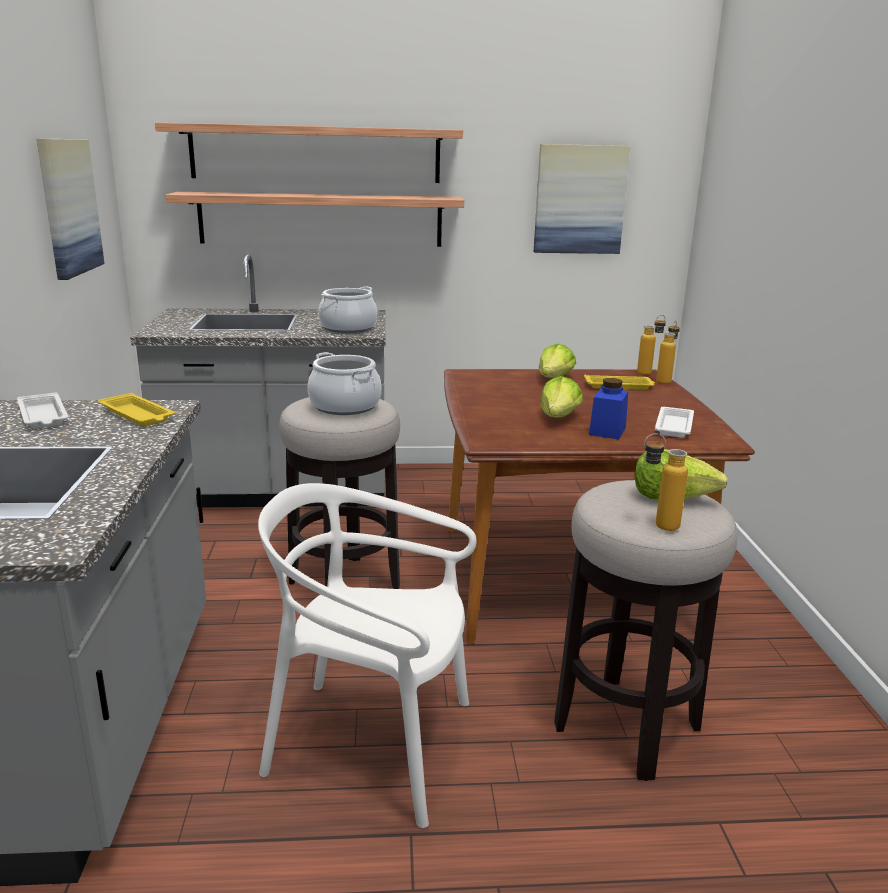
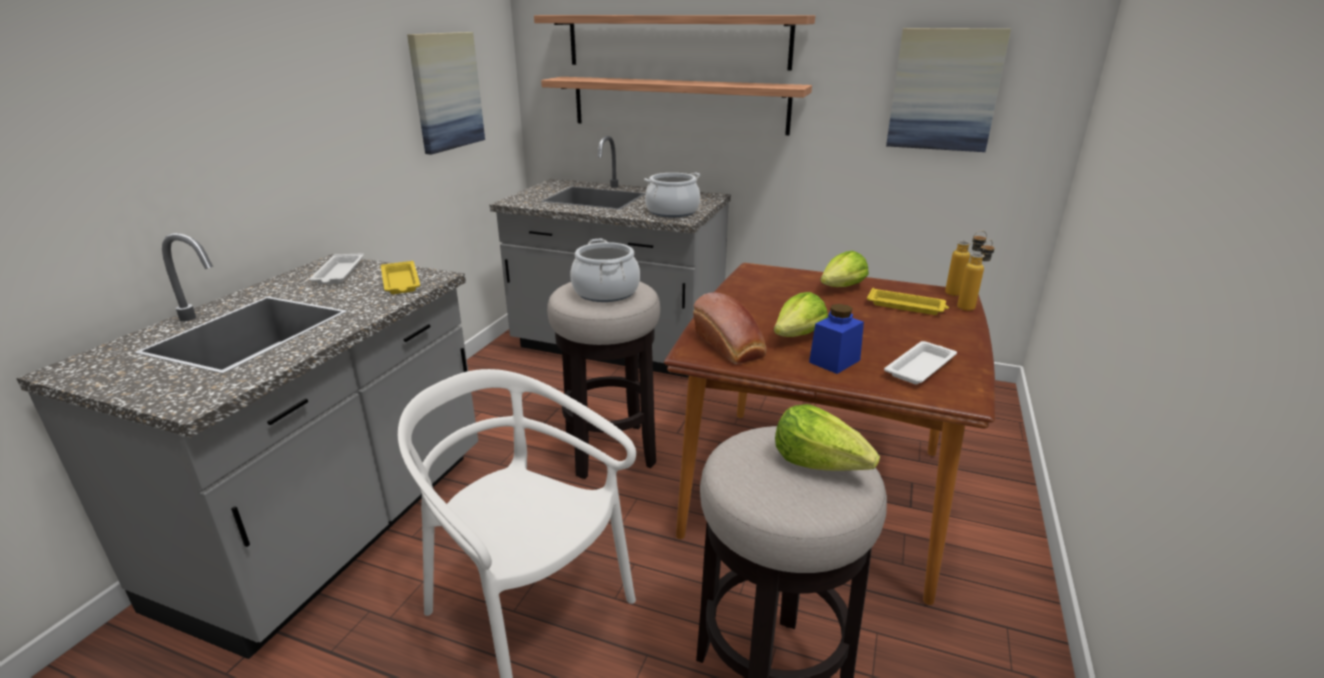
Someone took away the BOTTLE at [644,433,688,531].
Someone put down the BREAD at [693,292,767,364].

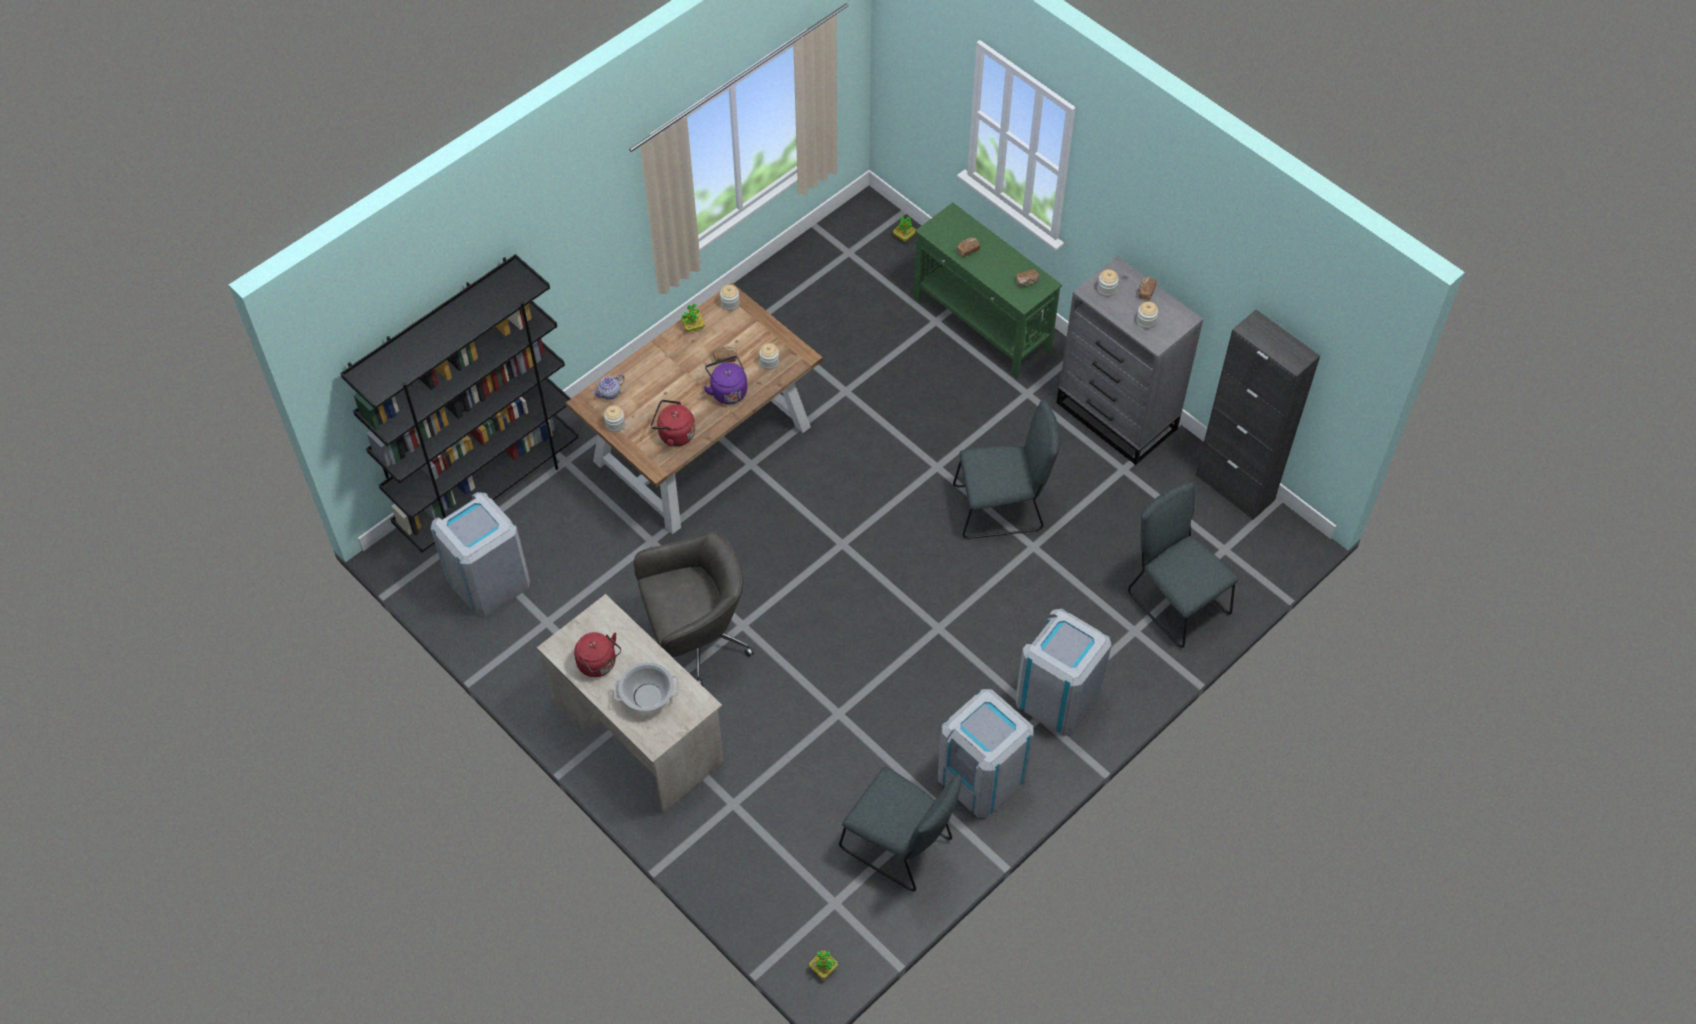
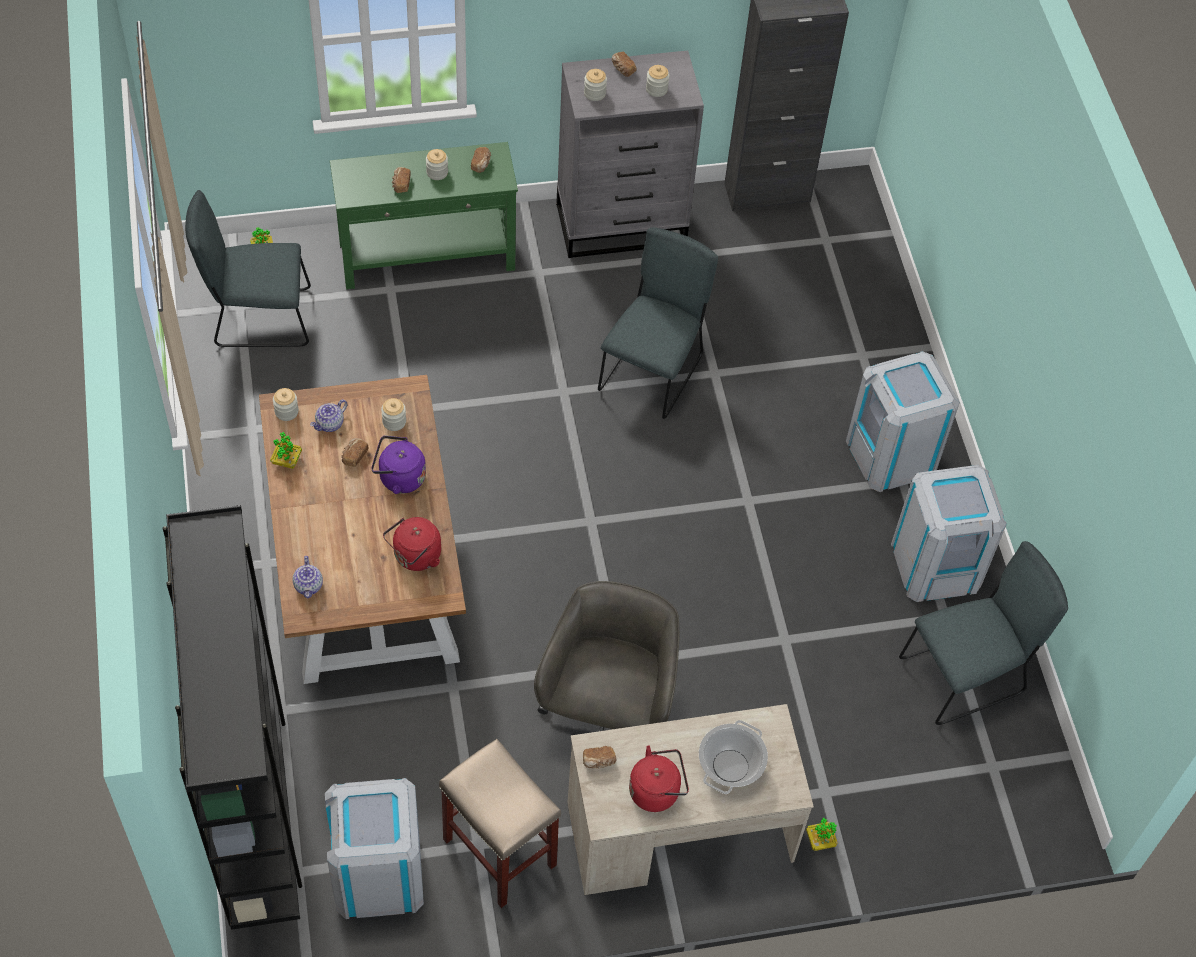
Someone put down the TEAPOT at [310,399,347,432].
Someone put down the BEIGE STOOL at [439,739,561,908].
Someone put down the BREAD at [583,746,616,769].
Someone carried the JAR from [604,405,625,432] to [426,149,448,180].
Someone carried the POTTED PLANT from [809,950,838,979] to [806,818,838,851].
Someone carried the GREY CHAIR from [1128,482,1239,648] to [185,190,311,347].

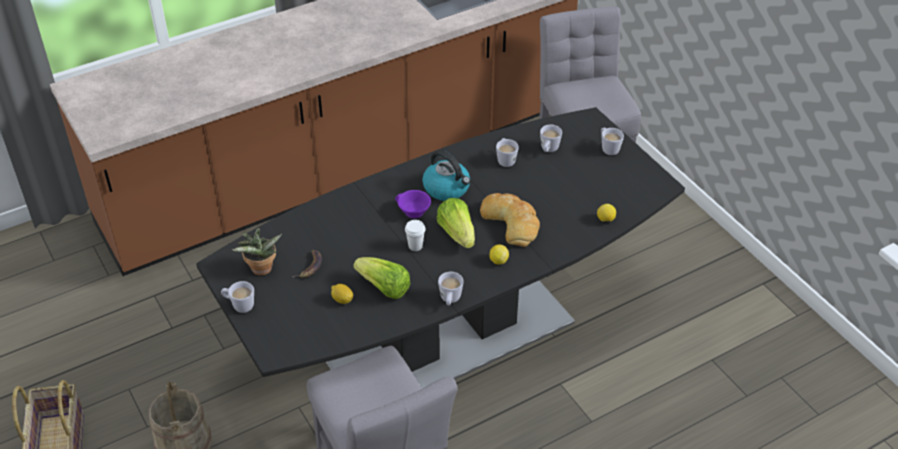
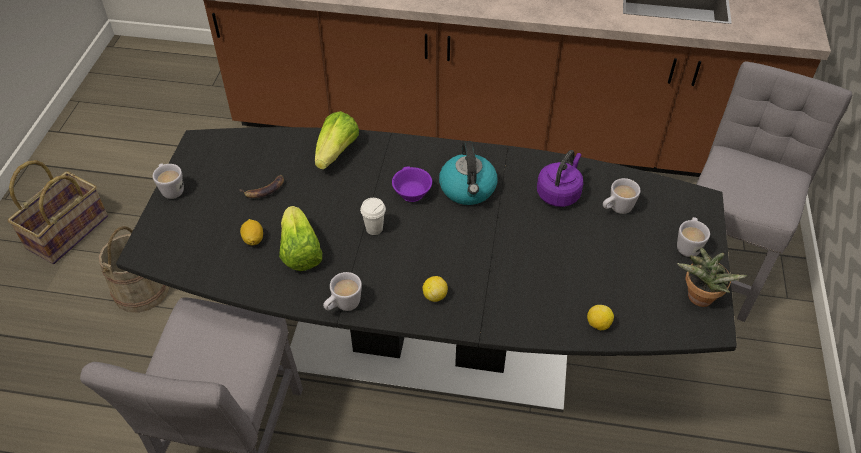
Someone took away the BREAD at [480,193,540,247].
Someone carried the POTTED PLANT from [232,228,282,276] to [677,248,748,307].
Someone carried the LETTUCE from [437,198,475,248] to [315,111,359,170].
Someone swapped the WHITE MUG at [496,138,519,167] for the PURPLE KETTLE at [537,150,583,207].

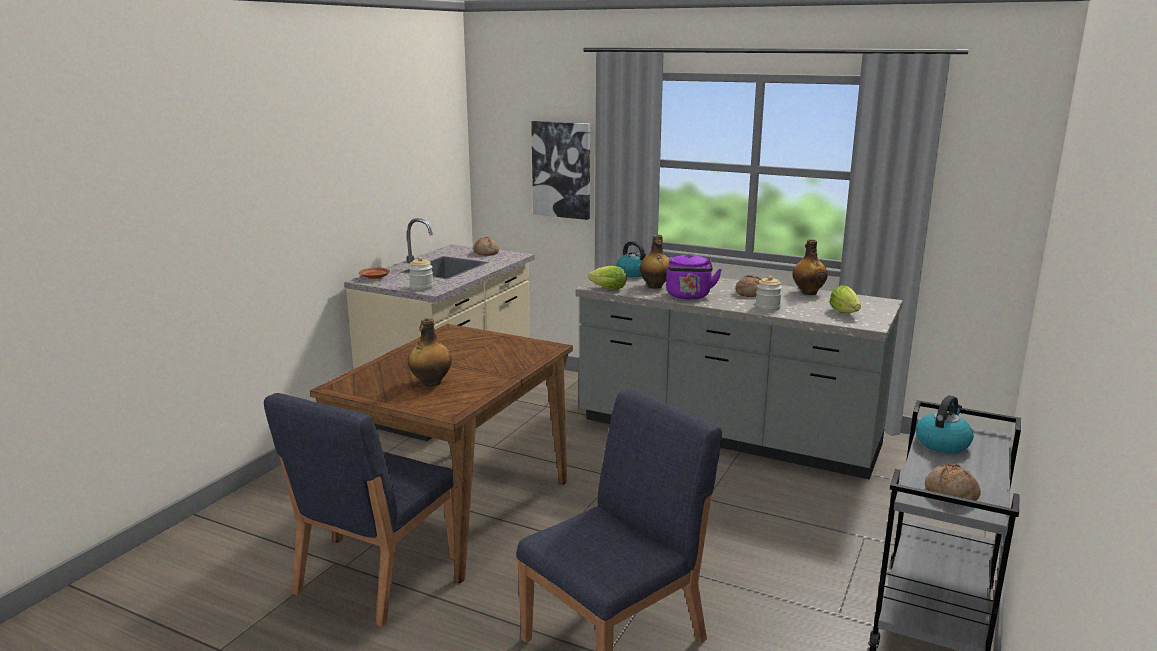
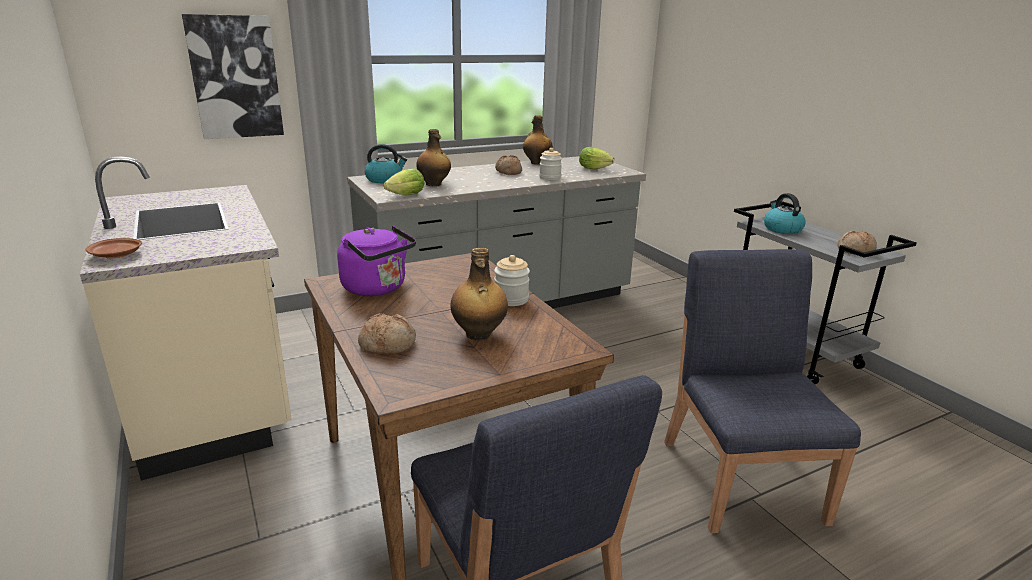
Someone carried the JAR from [409,257,433,290] to [494,255,530,306].
Someone carried the BREAD from [473,237,499,256] to [358,313,416,354].
Someone carried the PURPLE KETTLE from [666,253,722,300] to [337,226,416,296].

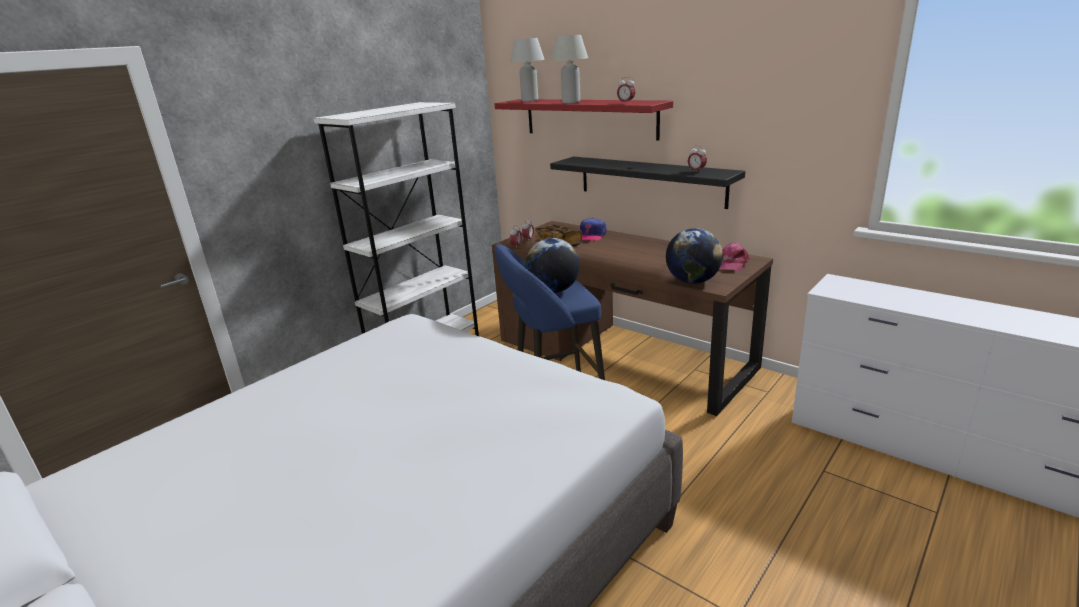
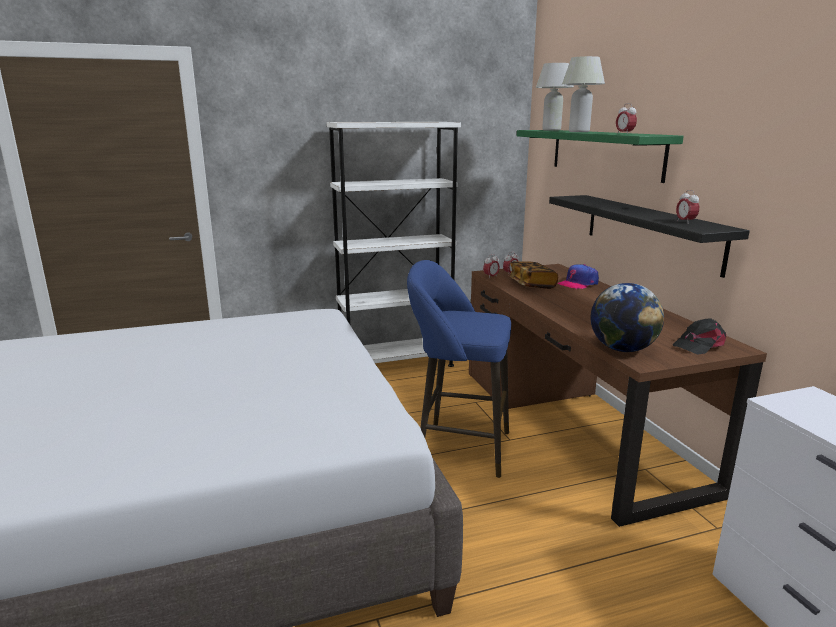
Someone took away the GLOBE at [525,238,580,293].
Someone repainted the RED SHELF at [494,99,673,140], which became the GREEN SHELF at [517,130,684,183].
Someone repainted the PINK CAP at [720,242,750,271], which became the BLACK CAP at [673,318,726,355].

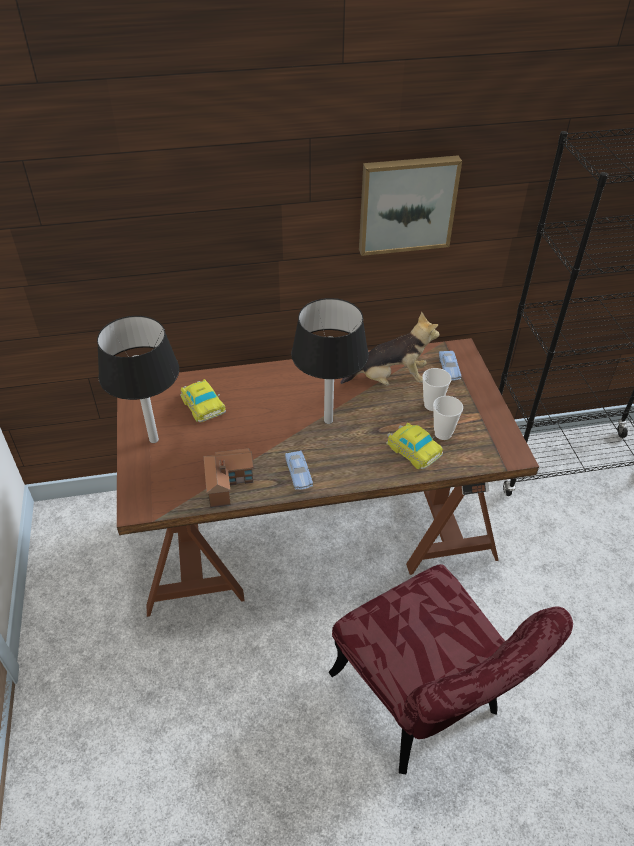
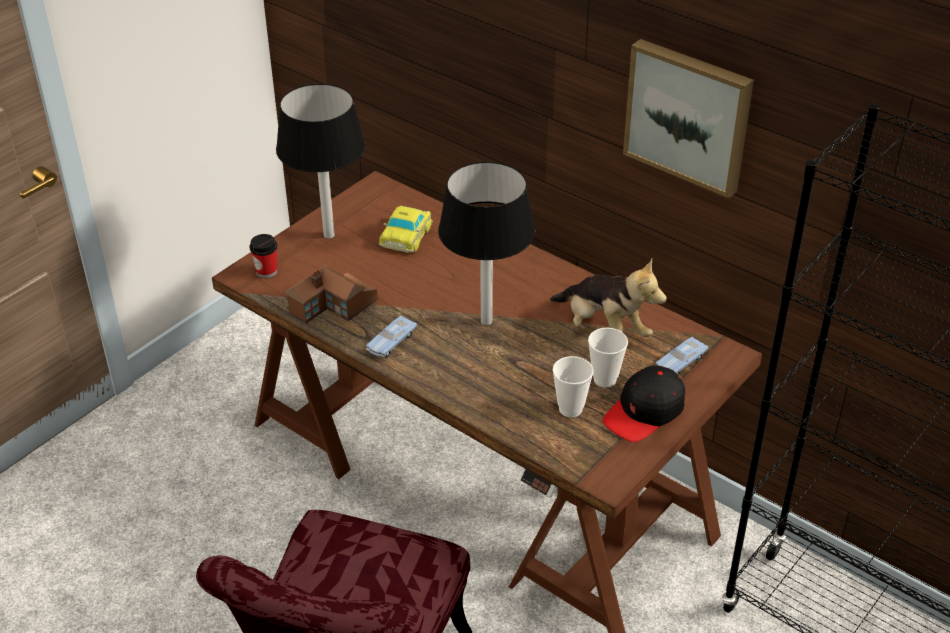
Someone took away the TOY CAR at [386,423,443,469].
Someone put down the CUP at [249,234,277,278].
Someone put down the BLACK CAP at [603,365,685,442].

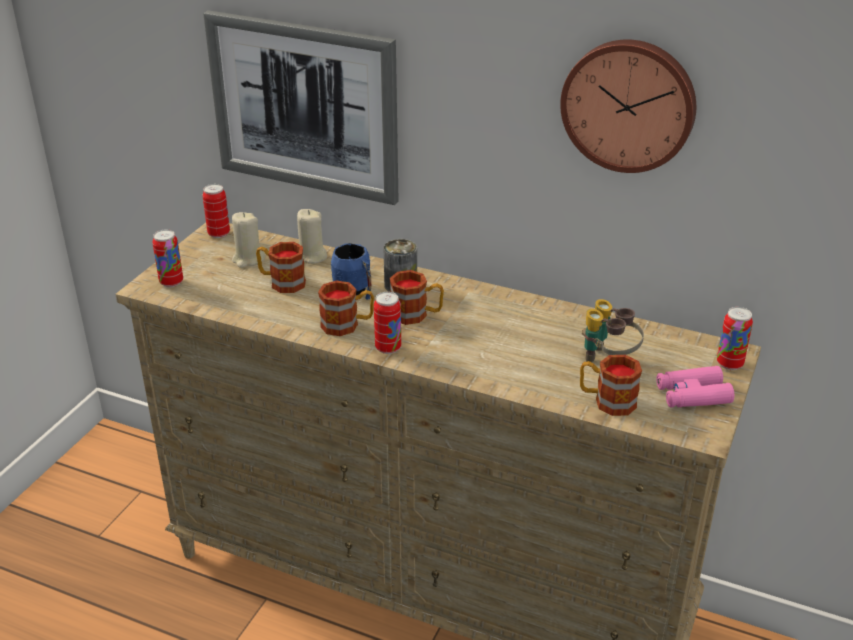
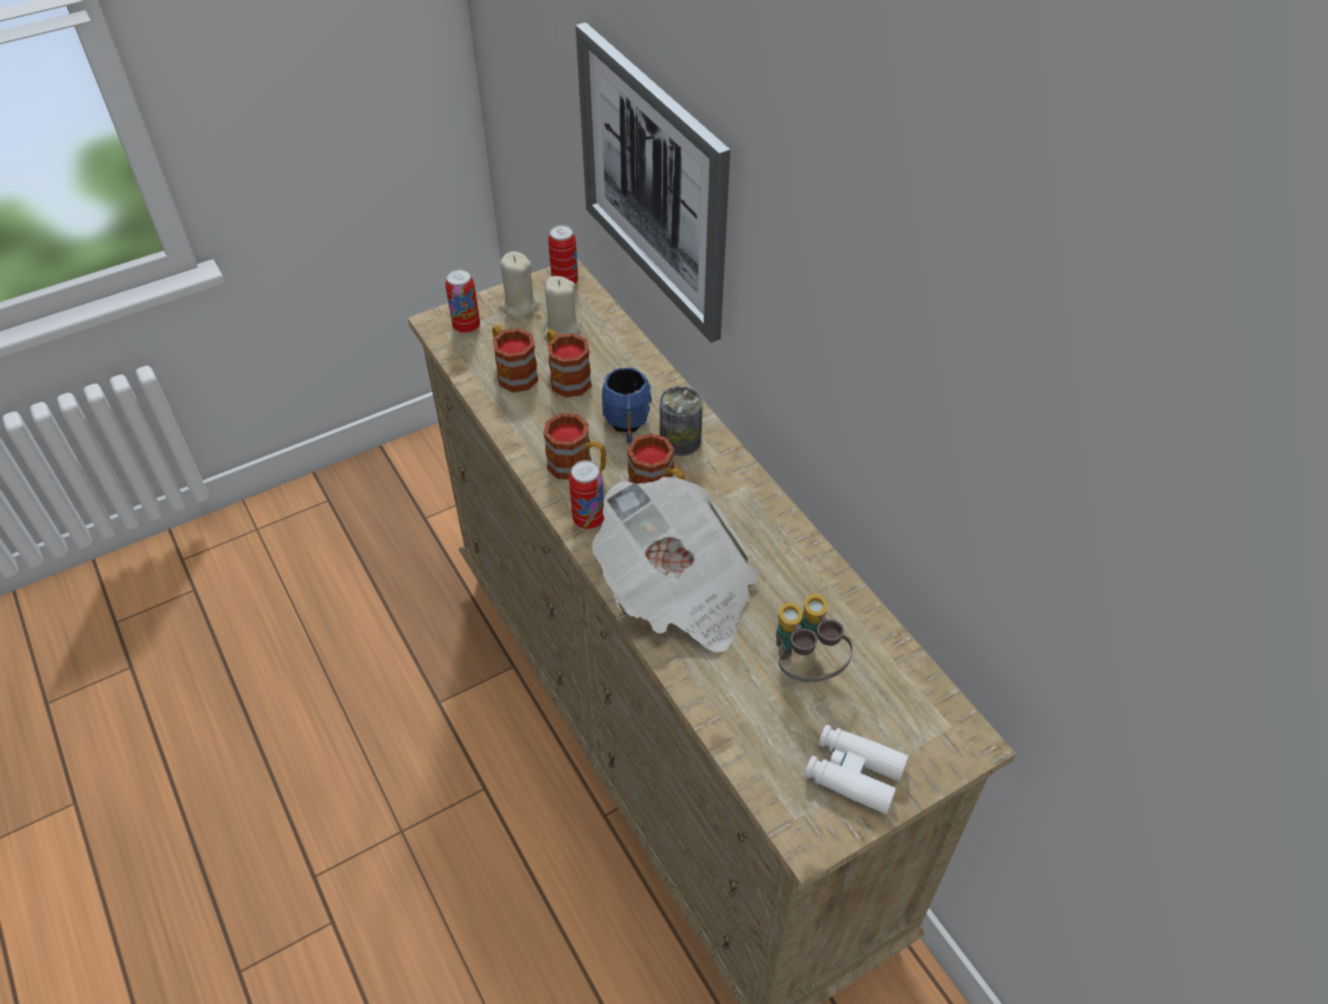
Someone took away the WALL CLOCK at [560,39,696,173].
Someone took away the CAN at [717,307,753,370].
Someone put down the NEWSPAPER at [592,477,759,652].
Someone carried the BEIGE CANDLE from [297,209,327,264] to [499,251,539,317].
Someone carried the MUG from [580,355,642,416] to [492,325,539,392].
Someone repainted the PINK BINOCULARS at [656,366,734,408], which became the WHITE BINOCULARS at [804,725,909,814].

